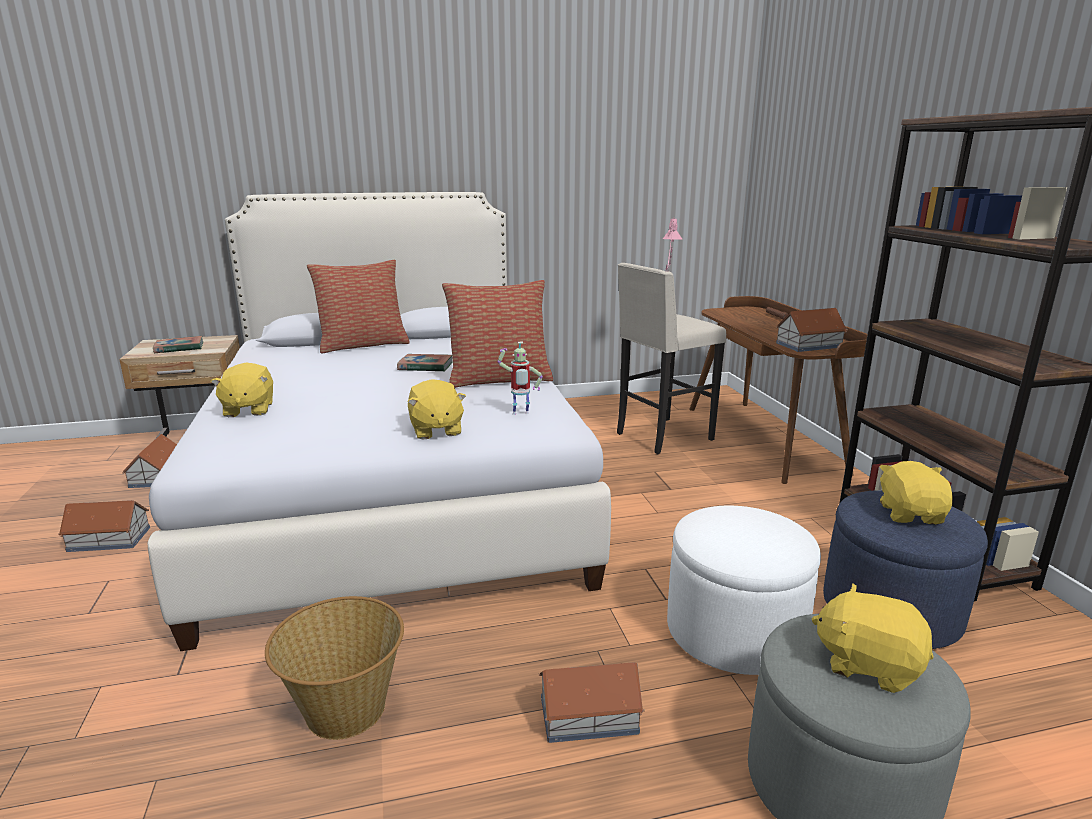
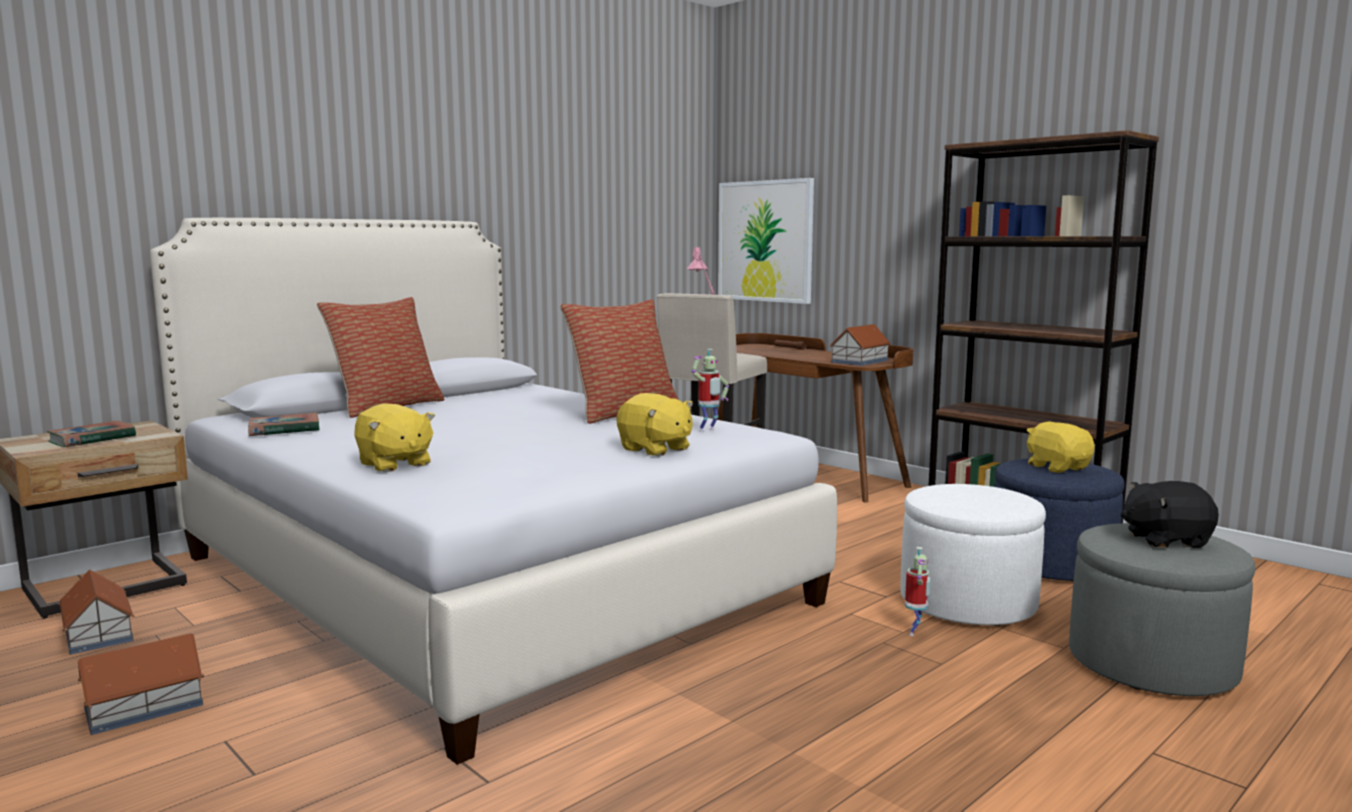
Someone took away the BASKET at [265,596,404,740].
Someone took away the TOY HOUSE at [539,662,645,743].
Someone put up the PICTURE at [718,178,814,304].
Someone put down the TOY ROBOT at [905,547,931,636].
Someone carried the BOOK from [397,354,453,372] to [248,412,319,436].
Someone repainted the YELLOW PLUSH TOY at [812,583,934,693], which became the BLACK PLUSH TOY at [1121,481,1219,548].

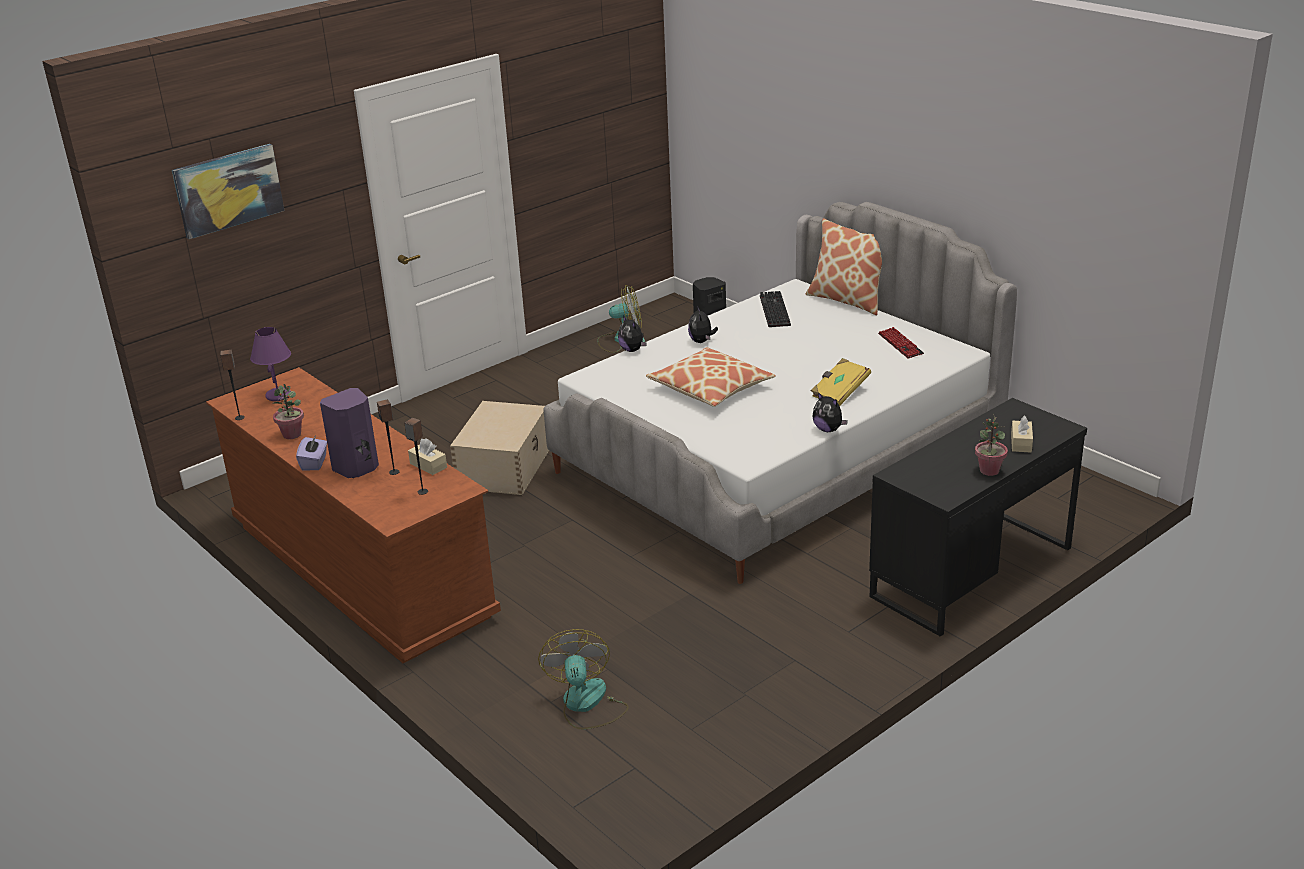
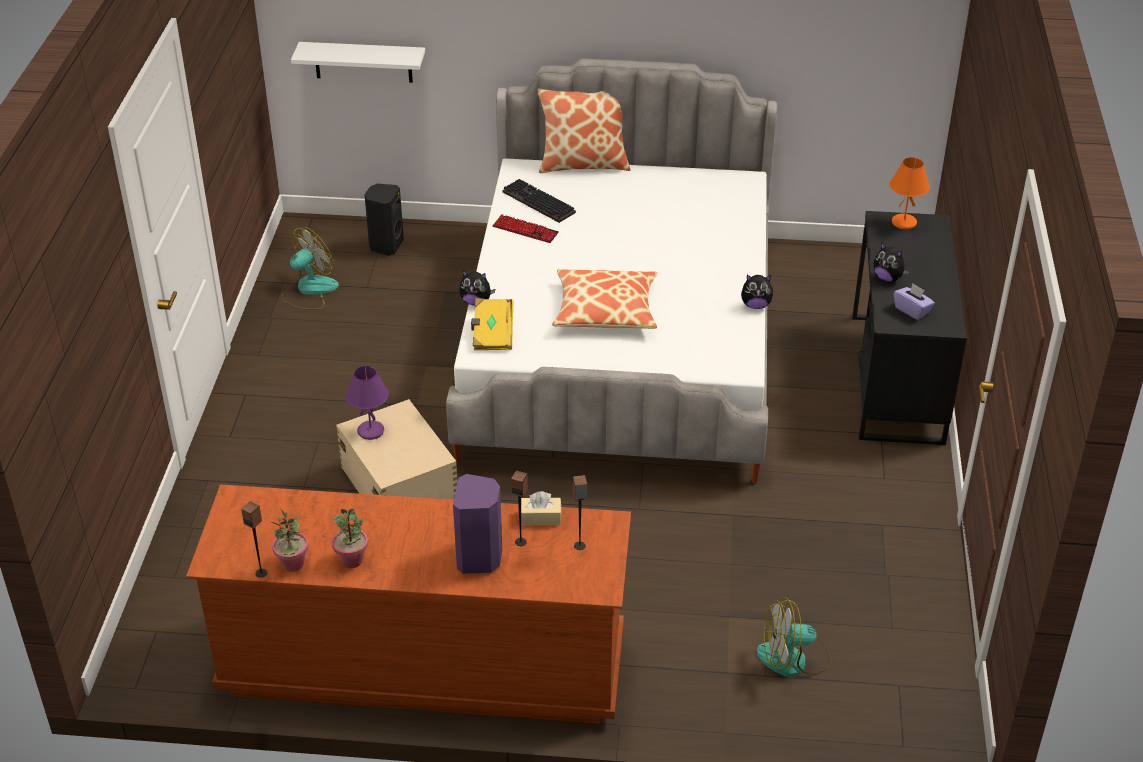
Someone took away the PICTURE at [172,144,284,239].
Someone took away the BEIGE TISSUE BOX at [1011,416,1033,453].
Someone put up the WHITE SHELF at [291,42,425,83].
Someone put down the ORANGE TABLE LAMP at [890,157,930,230].
Someone carried the PURPLE TABLE LAMP from [250,327,291,401] to [346,366,389,440].
Someone carried the PURPLE TISSUE BOX from [296,435,327,471] to [894,284,935,320].
Someone carried the PLUSH TOY from [688,306,718,343] to [874,242,910,282].
Someone carried the YELLOW BOOK from [811,358,871,406] to [471,298,514,350].
Someone carried the KEYBOARD from [878,327,924,359] to [493,214,559,243].
Someone carried the POTTED PLANT from [975,416,1008,476] to [272,508,309,572].
Someone rotated the FAN at [538,629,629,729] by 45 degrees counterclockwise.

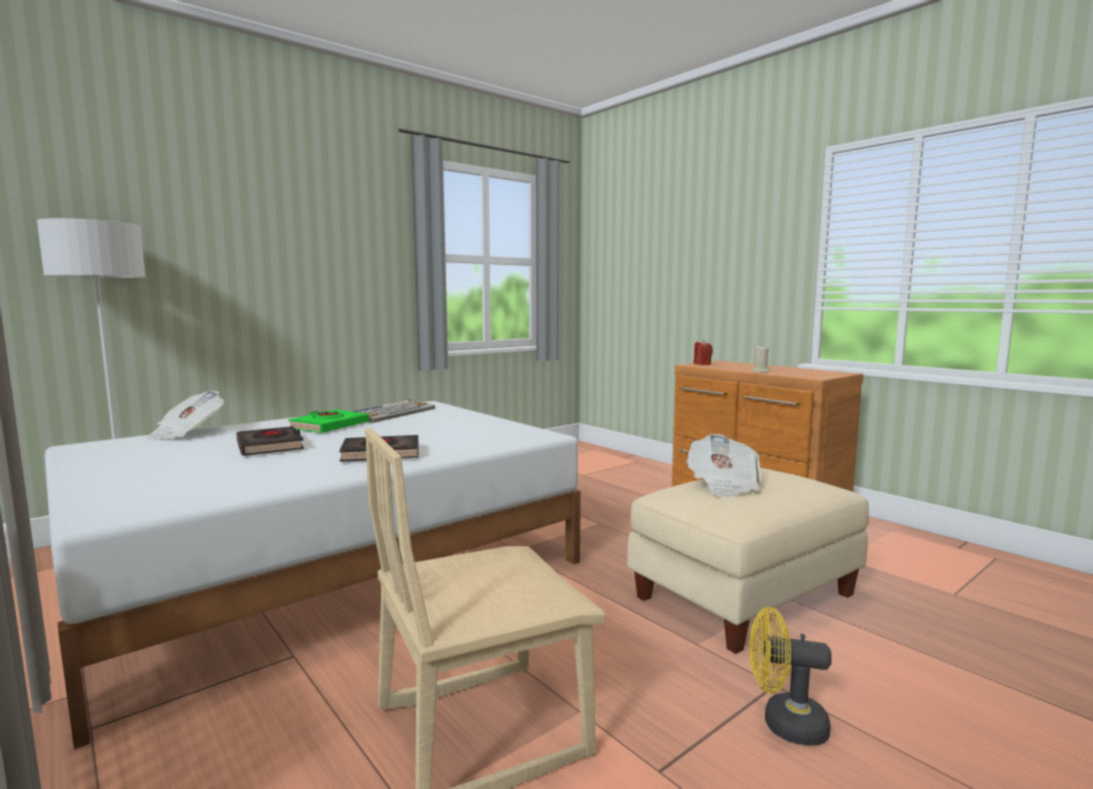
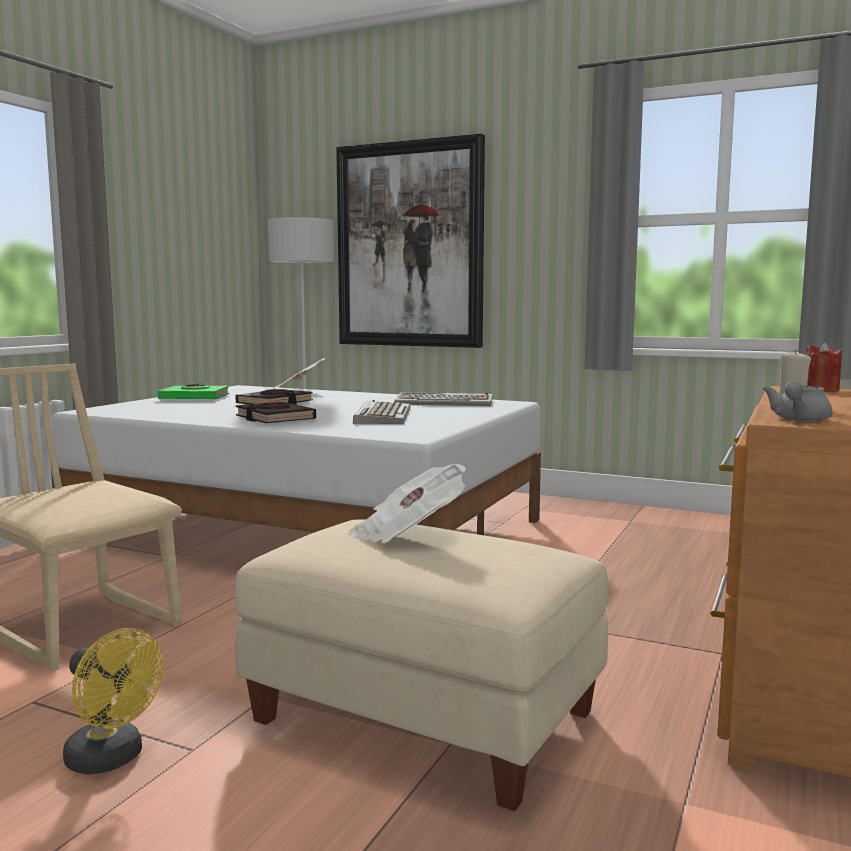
Someone put up the PICTURE at [336,134,485,348].
Someone put down the KEYBOARD at [353,400,411,424].
Someone put down the GREY TEAPOT at [763,381,833,421].
Someone carried the GREEN BOOK from [288,409,369,433] to [158,383,229,399].
Someone rotated the YELLOW FAN at [749,607,832,745] by 135 degrees clockwise.

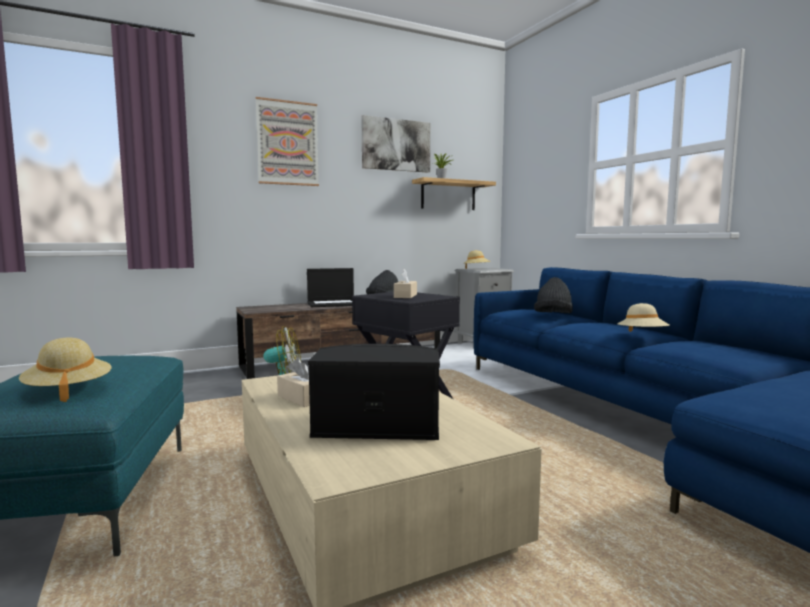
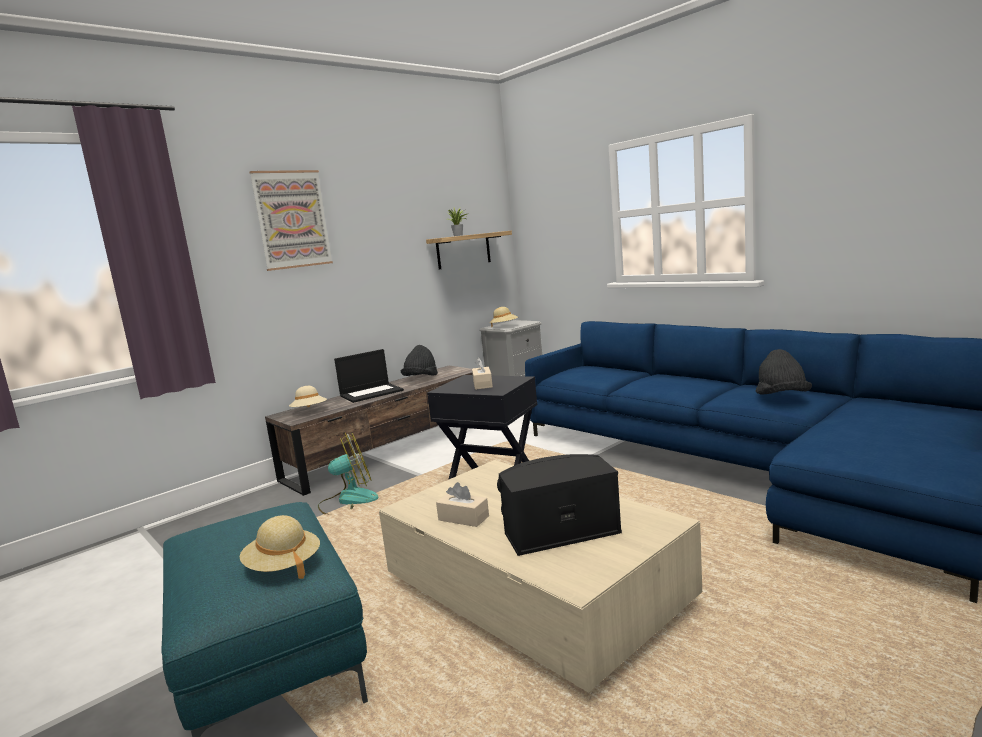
Someone took away the PICTURE at [361,115,430,172].
Someone carried the BLACK HAT from [534,277,573,313] to [756,349,812,395].
Someone carried the BEIGE HAT from [617,303,670,332] to [289,386,327,407].

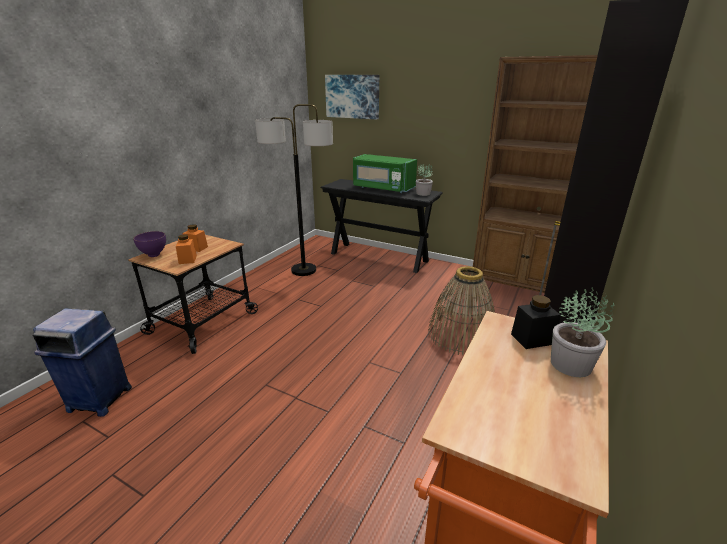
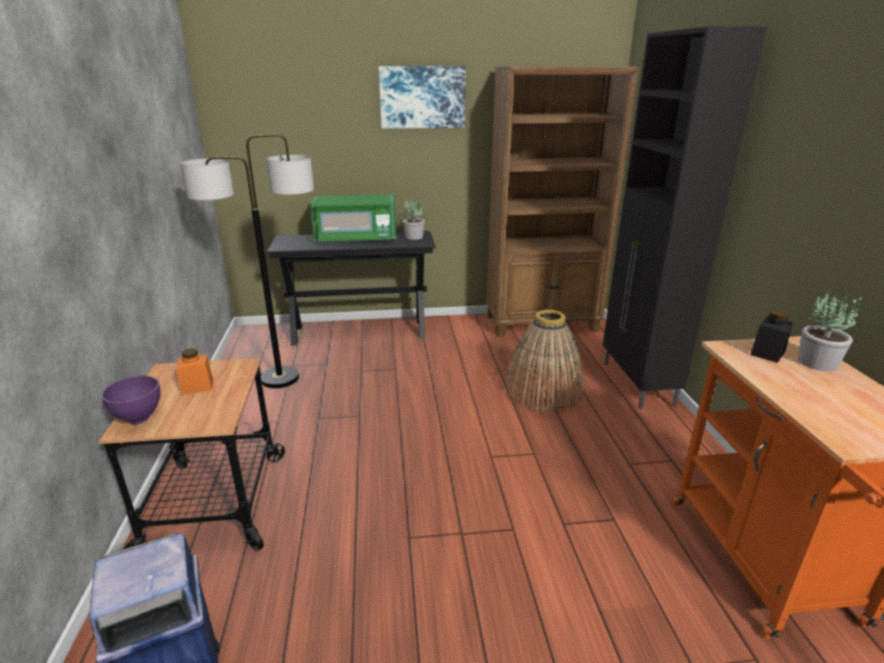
Someone took away the ORANGE JAR at [176,234,197,264].
Someone carried the PICTURE from [325,75,379,120] to [379,66,466,128].

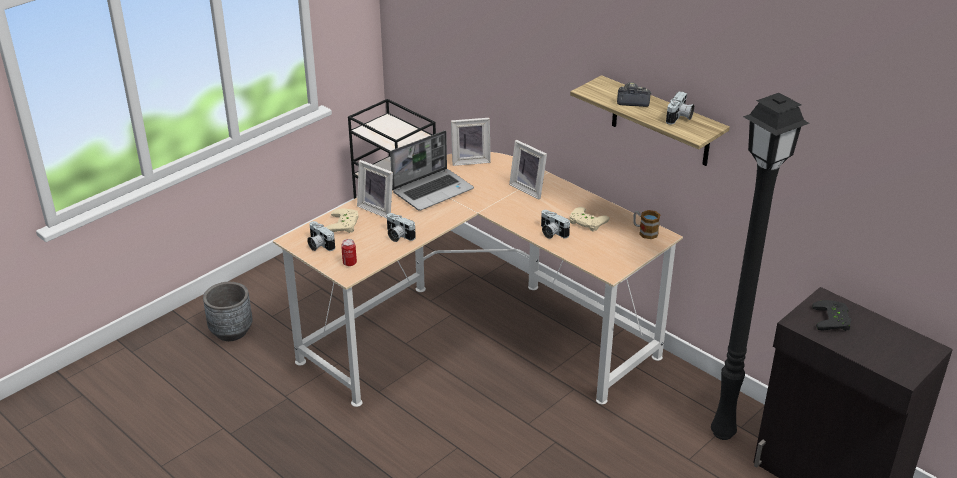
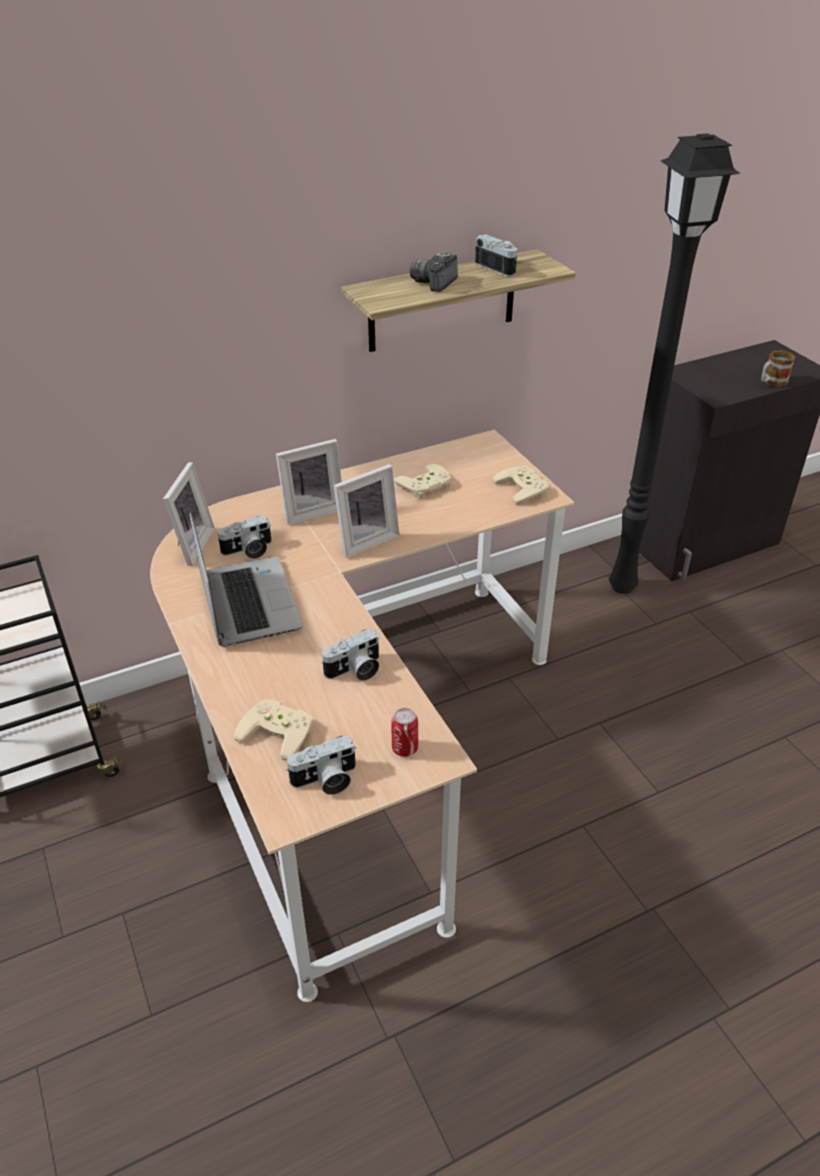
Someone took away the GREY PLANTER at [203,282,253,341].
Someone took away the BLACK GAME CONTROLLER at [812,300,851,331].
Someone put down the BEIGE GAME CONTROLLER at [492,466,549,505].
Someone carried the PICTURE FRAME from [357,160,393,218] to [334,464,400,558].
Someone carried the PHOTO CAMERA from [541,210,570,239] to [217,515,272,559].
Someone carried the MUG from [633,210,660,239] to [761,350,796,387].

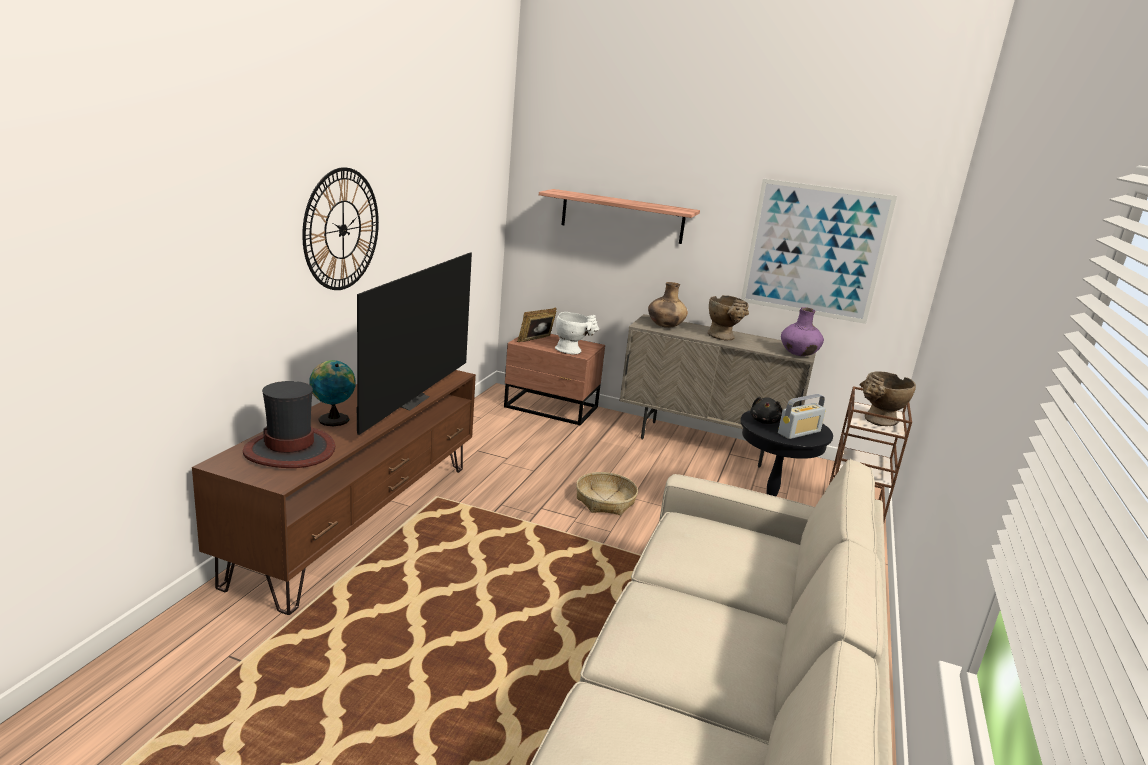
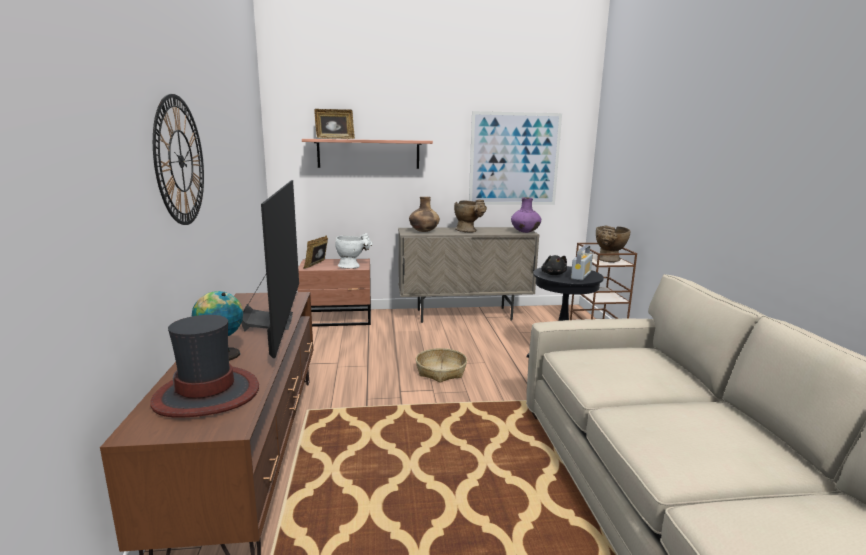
Someone put down the PICTURE FRAME at [315,109,355,139].

